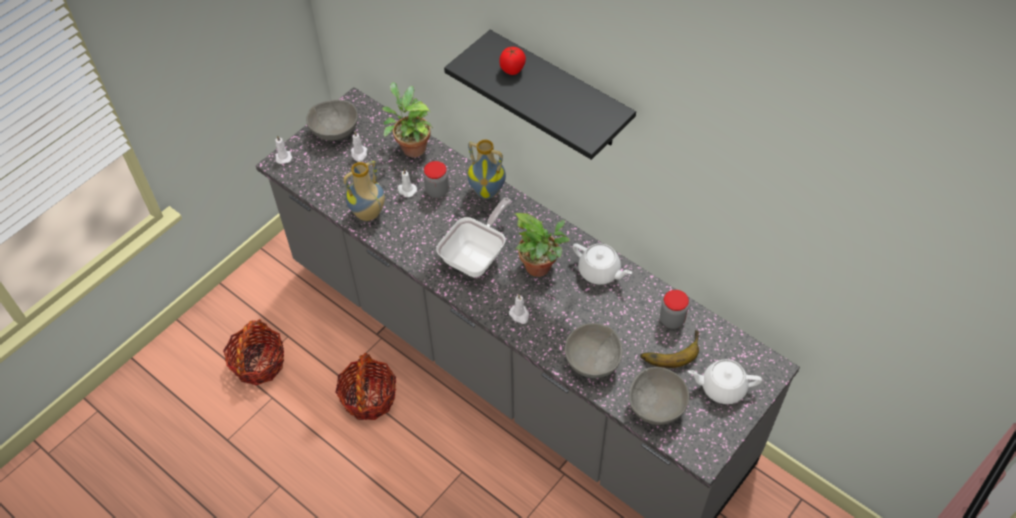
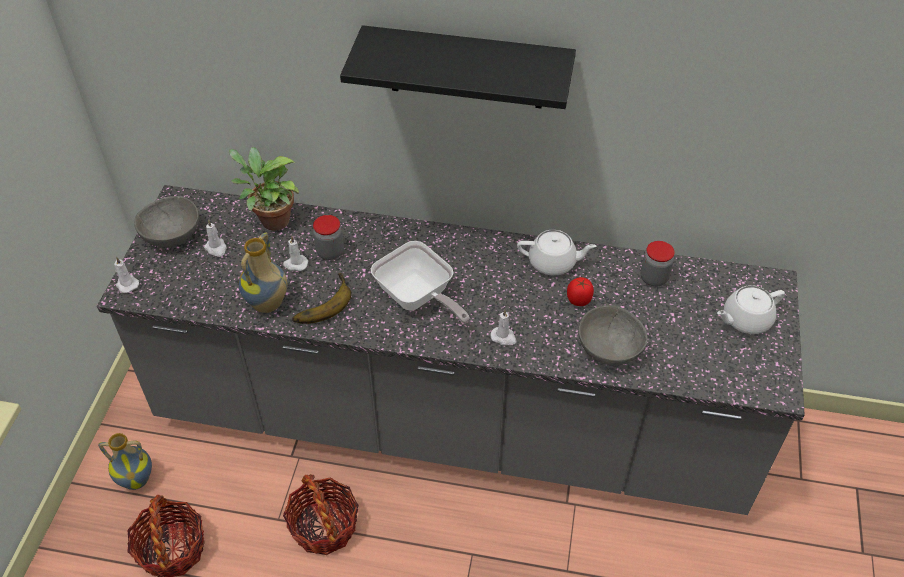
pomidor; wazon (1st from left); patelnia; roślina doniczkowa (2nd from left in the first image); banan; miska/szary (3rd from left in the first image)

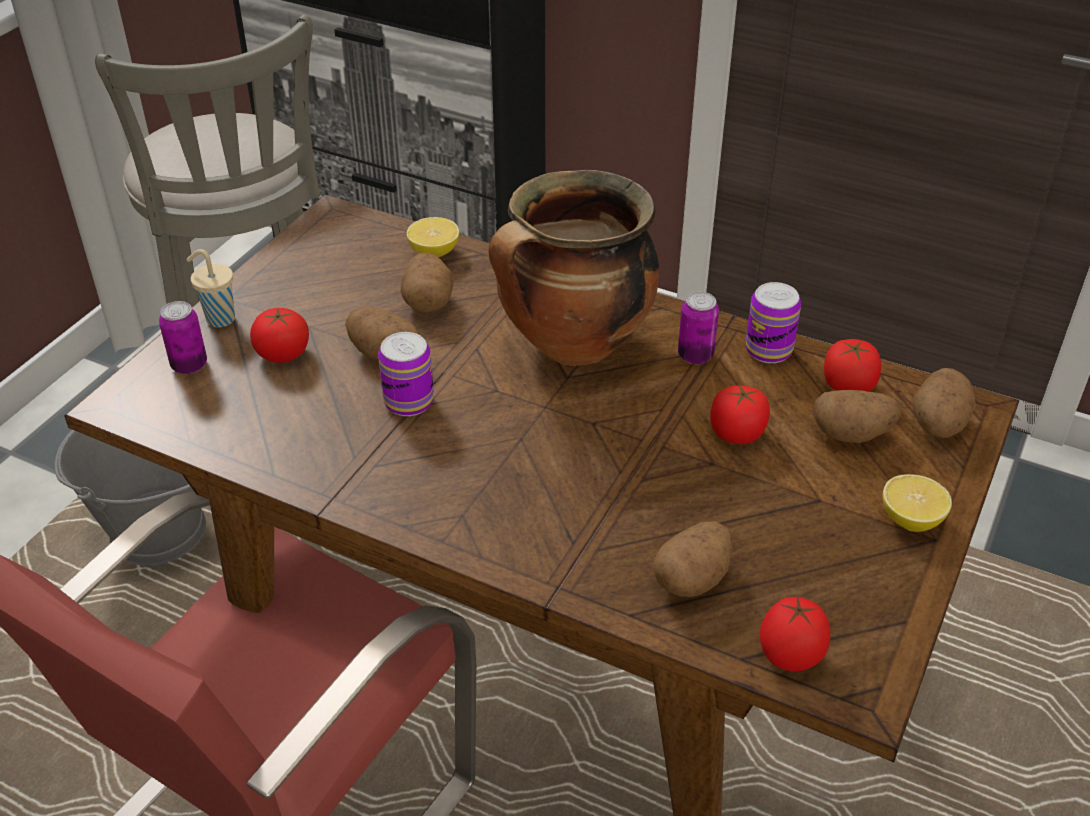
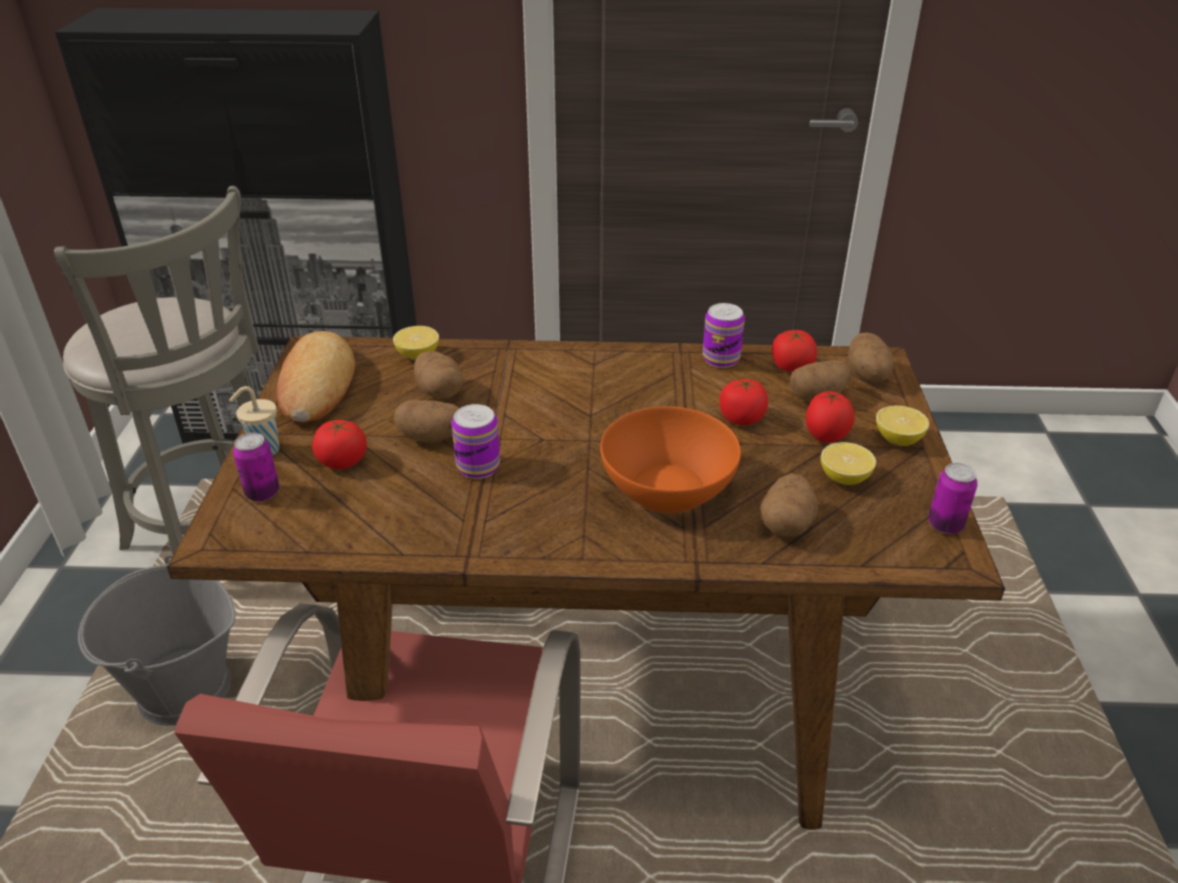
garnek; puszka (4th from left); pomidor (4th from left); chleb; miska/pomarańczowy; cytryna (2nd from left)

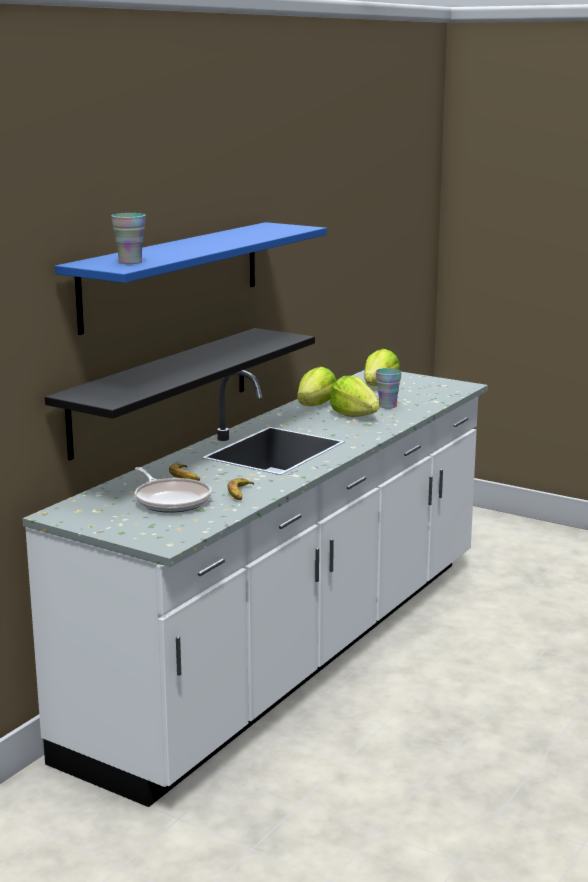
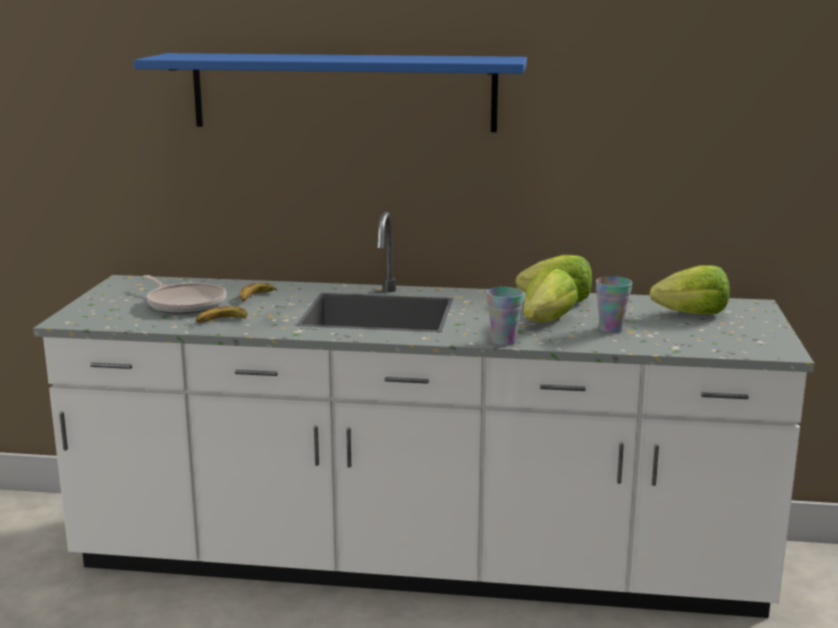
filiżanka (1st from left); półka/czarny; patelnia

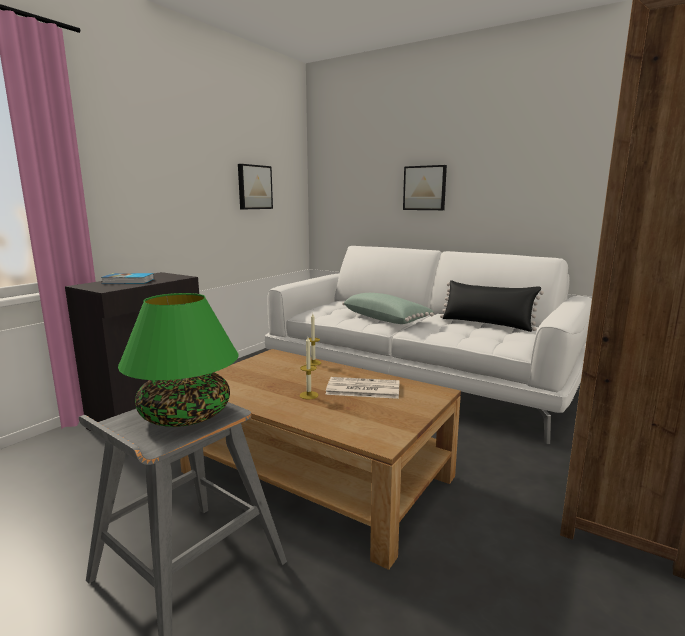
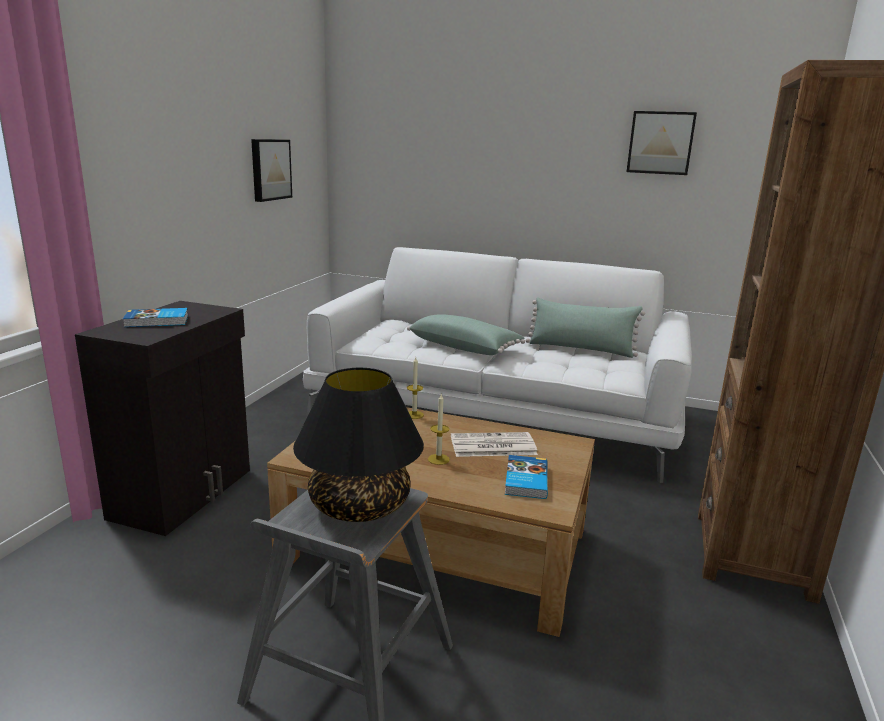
obraz (2nd from left); poduszka/zielony (2nd from left); lampa stołowa/czarny; książka (2nd from left)

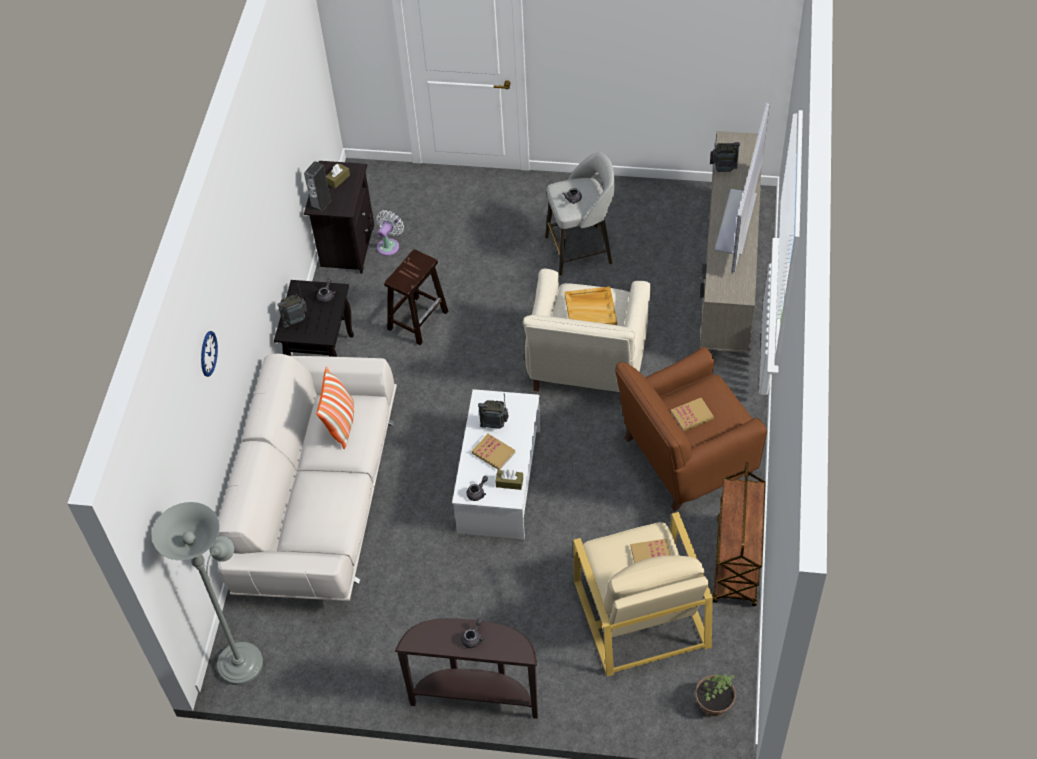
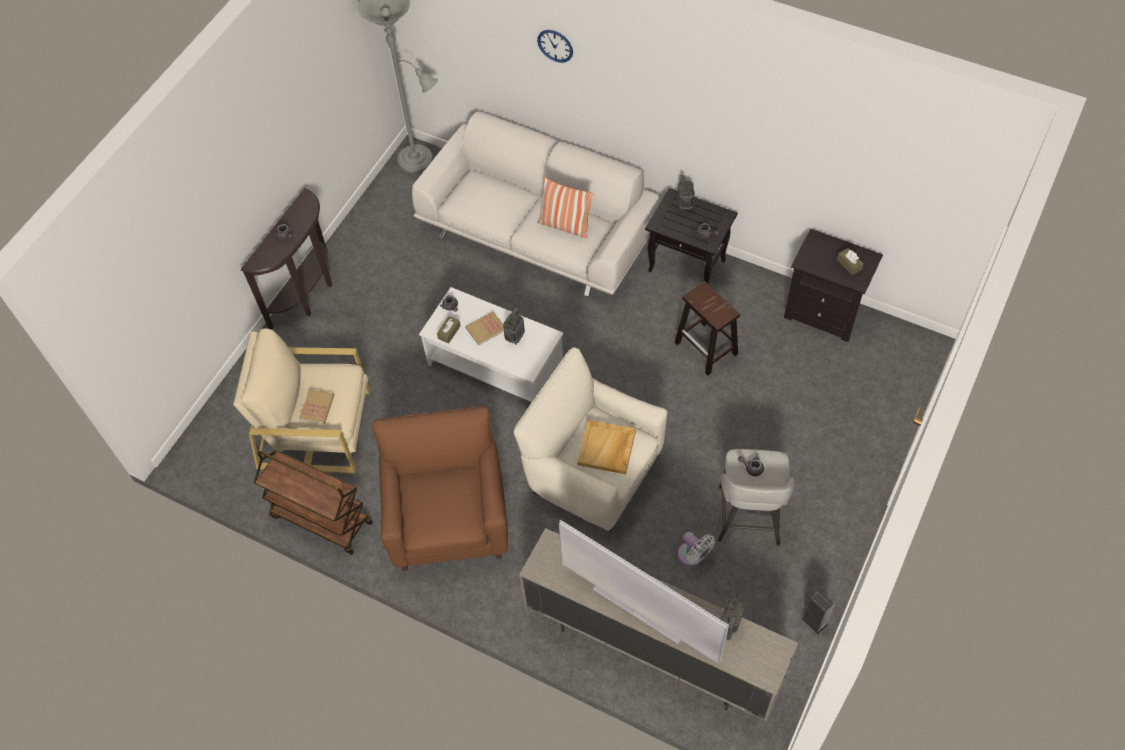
głośnik; wentylator/biały; książka (3rd from left in the first image); roślina doniczkowa

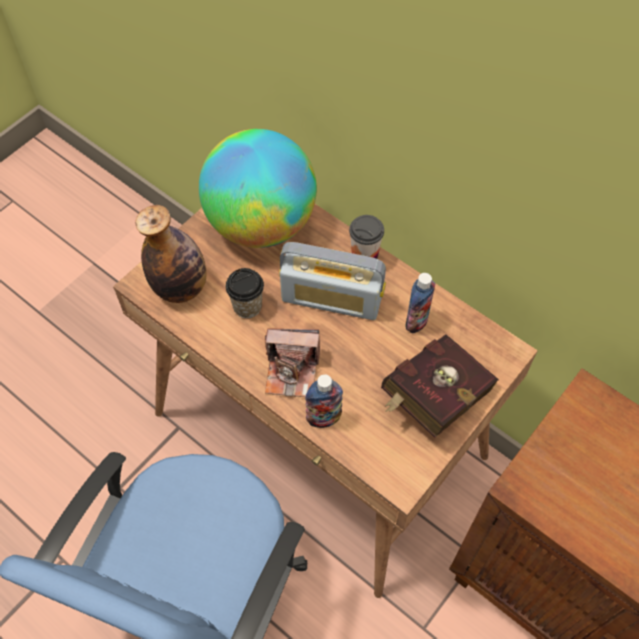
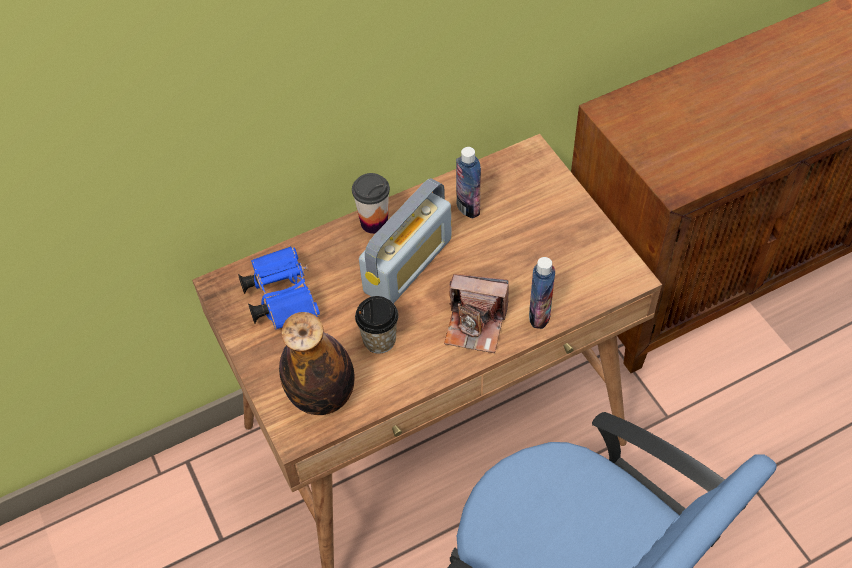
lornetka/niebieski; aparat fotograficzny; książka/czerwony

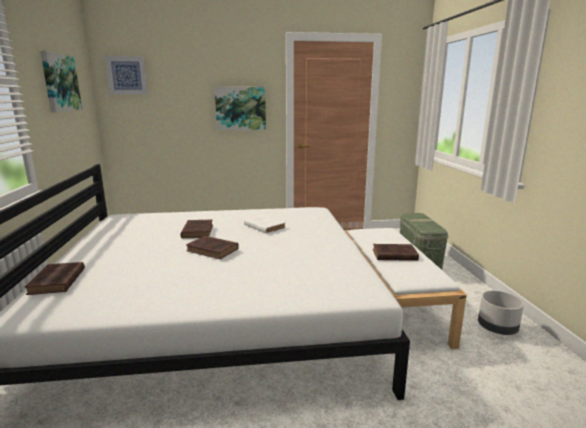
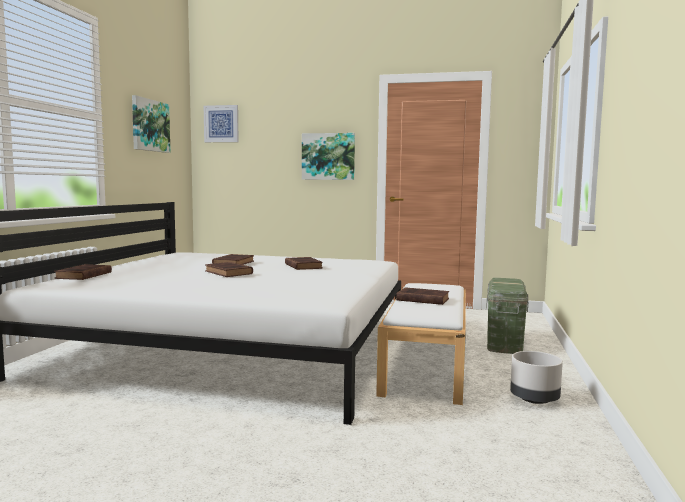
książka/brązowy (4th from left)

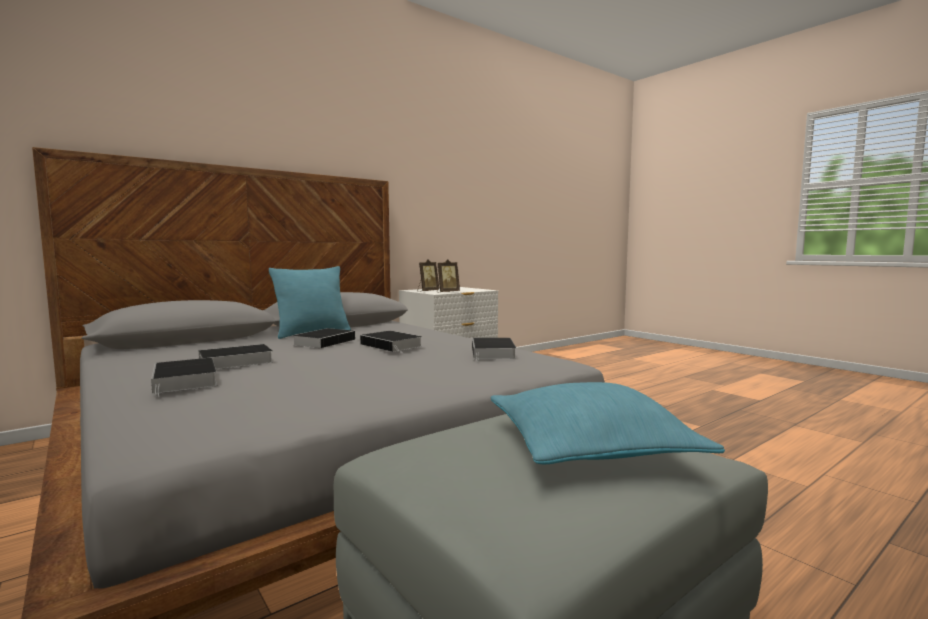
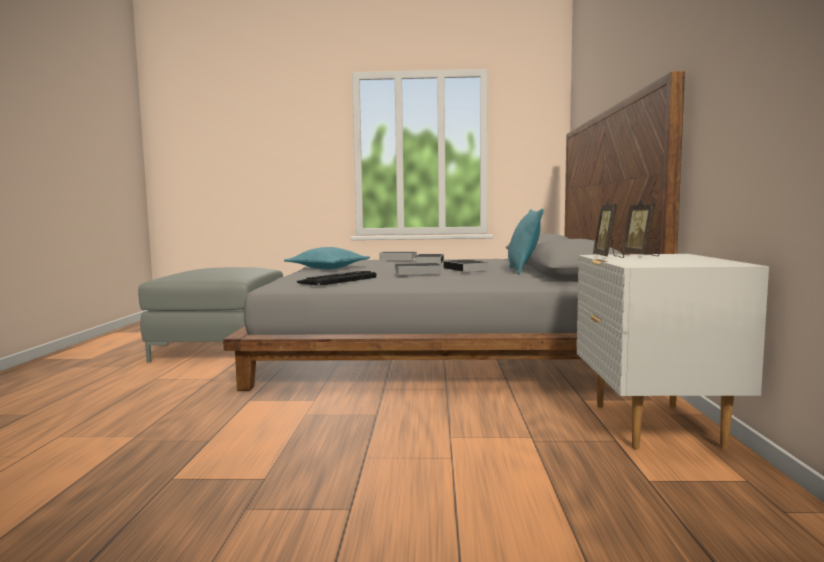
klawiatura; poduszka/turkusowy (1st from left)

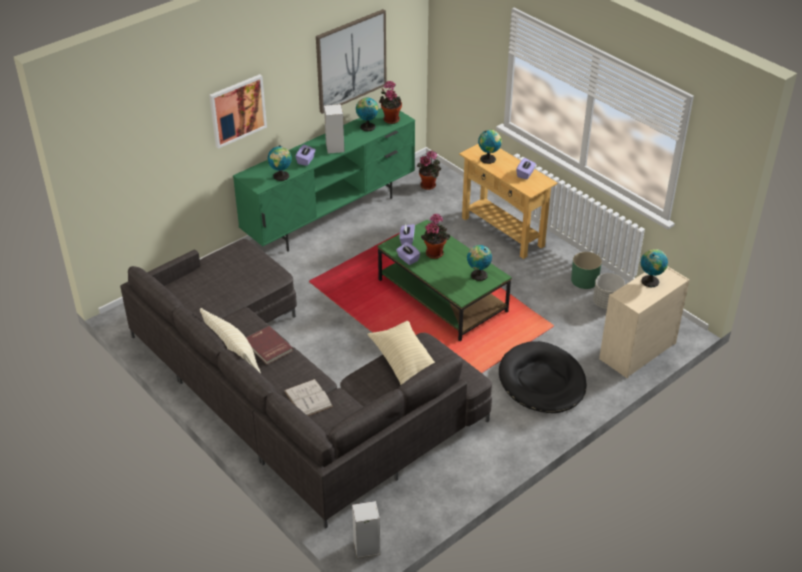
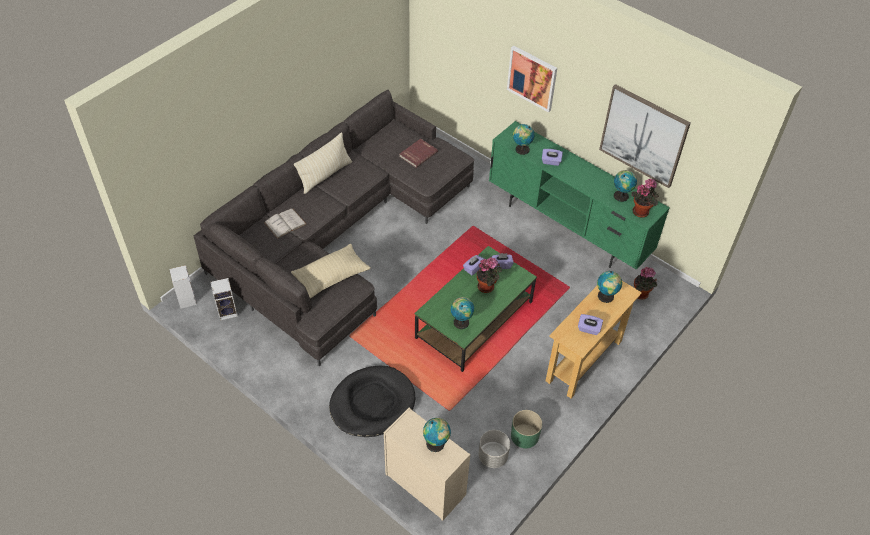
głośnik (2nd from left); książka/czerwony

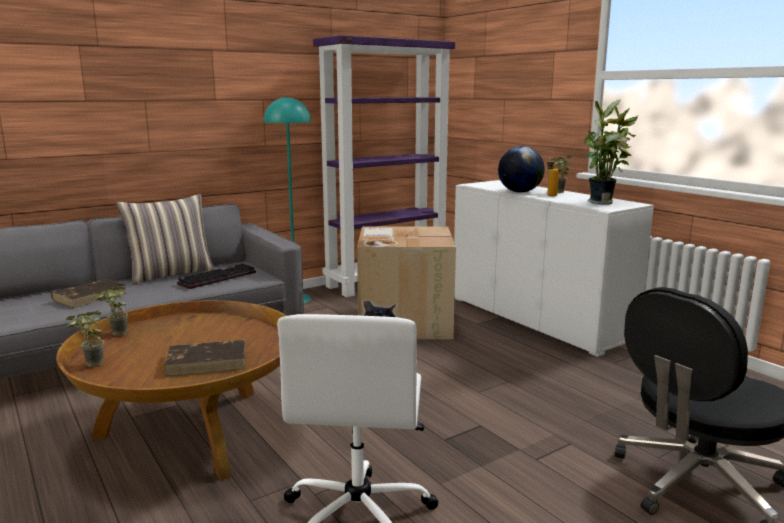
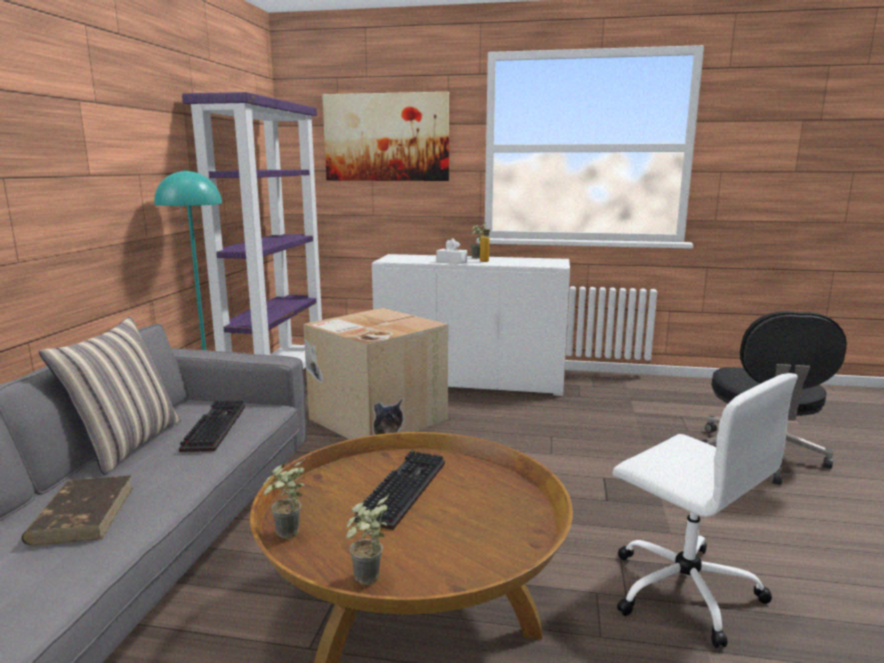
roślina doniczkowa (4th from left in the first image); pudełko chusteczek/biały; książka/brązowy (2nd from left in the first image); obraz; klawiatura (2nd from left)

